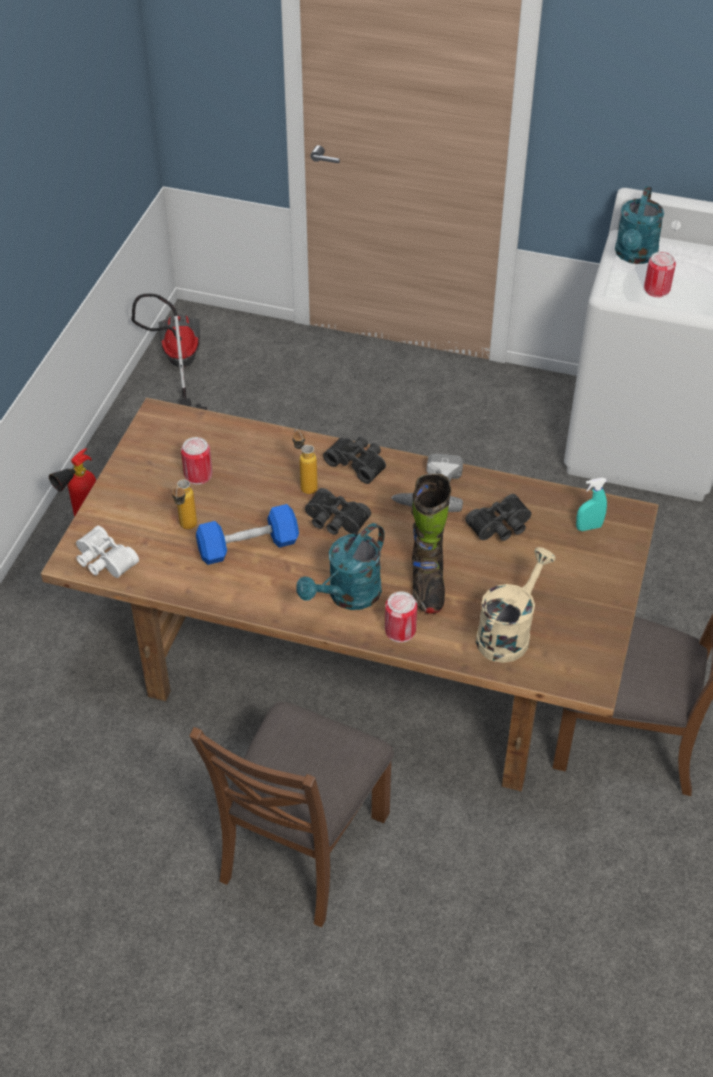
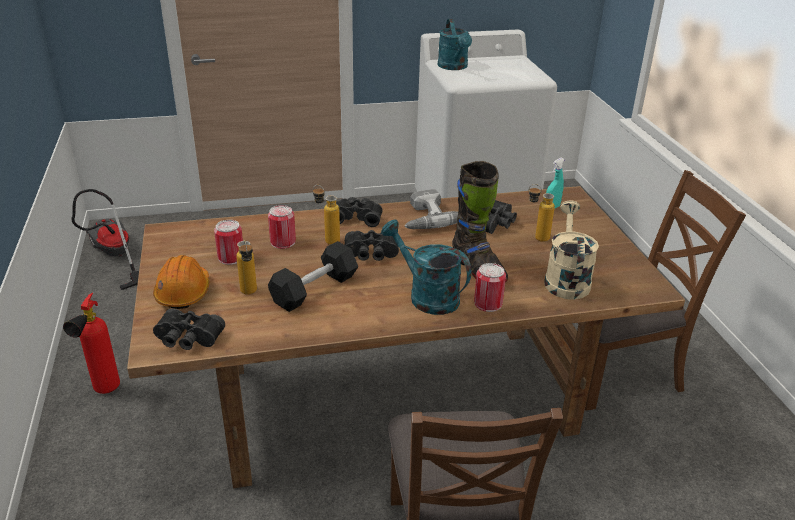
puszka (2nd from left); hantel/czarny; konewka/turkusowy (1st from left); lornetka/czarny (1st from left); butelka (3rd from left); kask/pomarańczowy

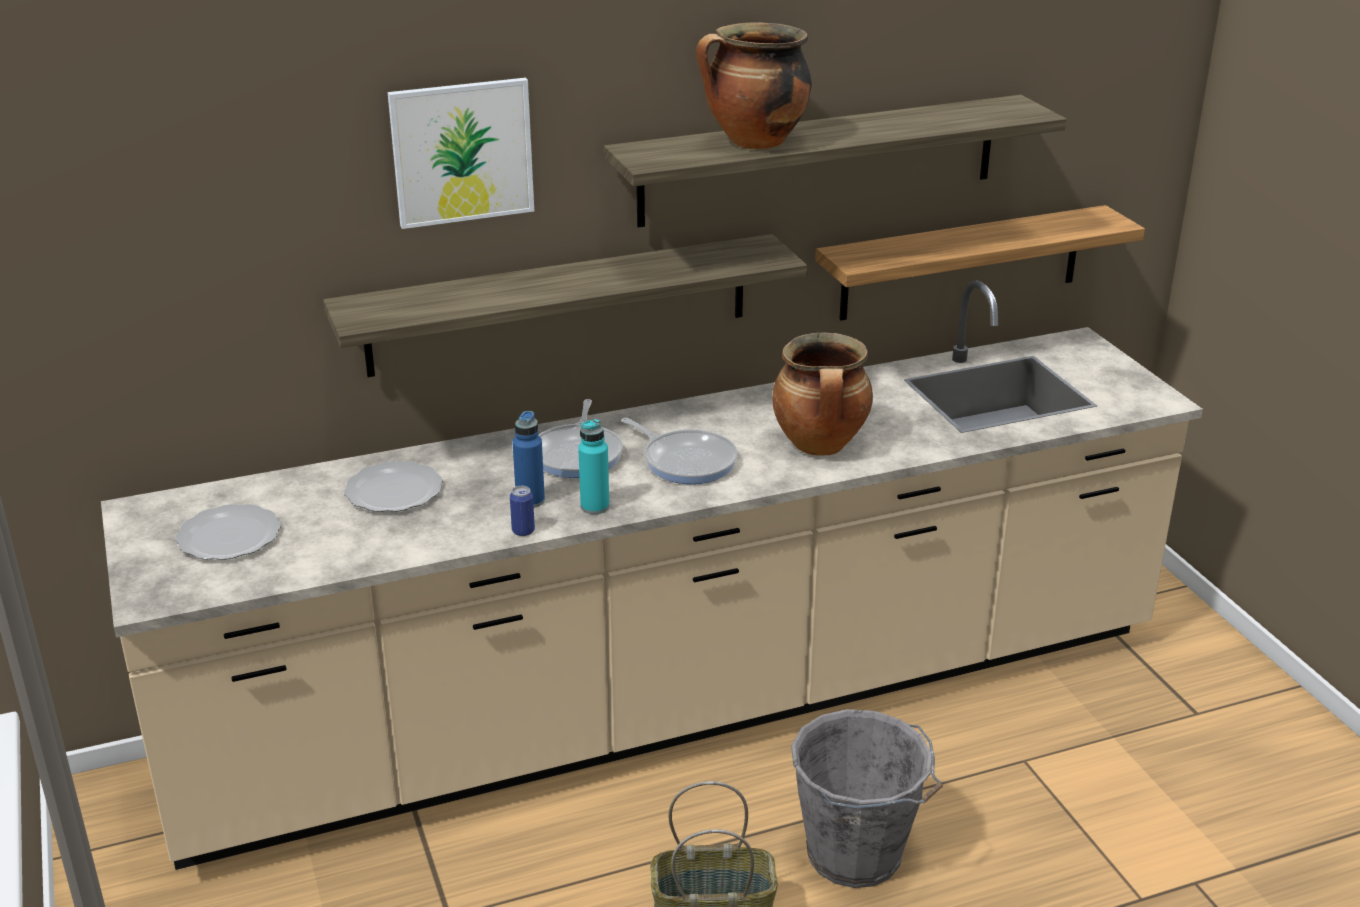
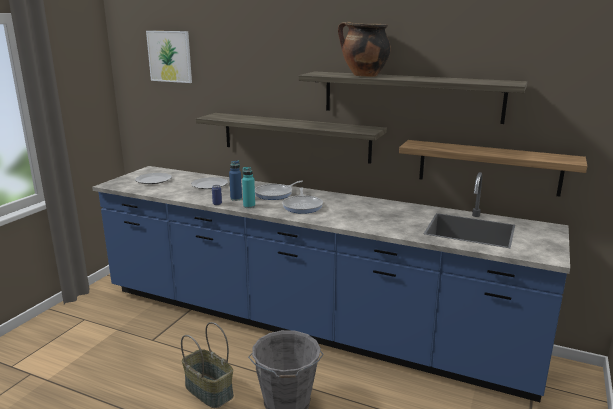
obraz; zabudowa kuchenna/niebieski; garnek (2nd from left in the first image)

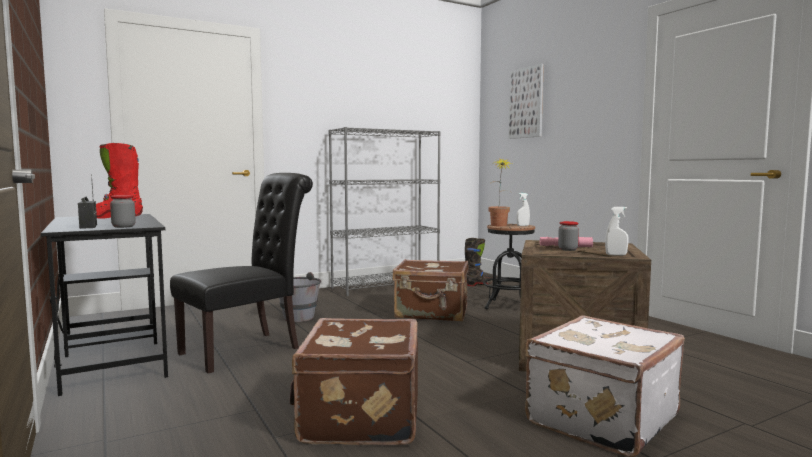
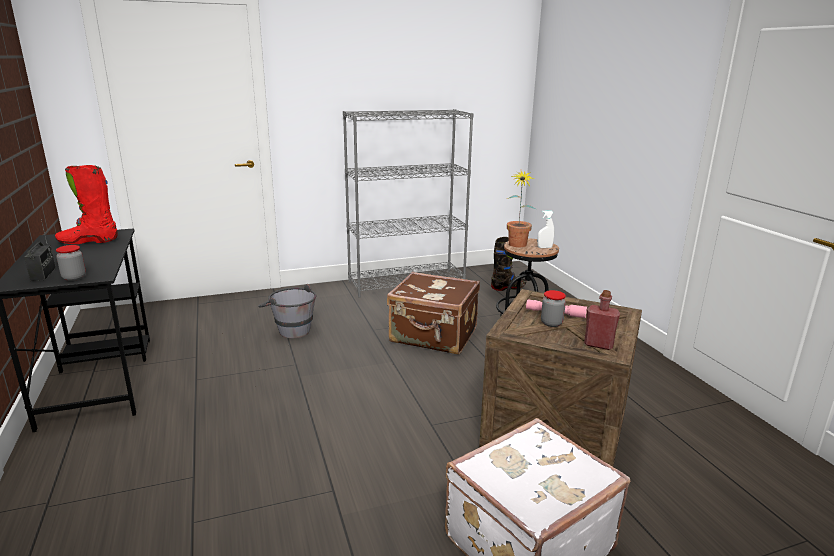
obraz; krzesło/czarny; butelka/czerwony; walizka/brązowy (1st from left in the first image)

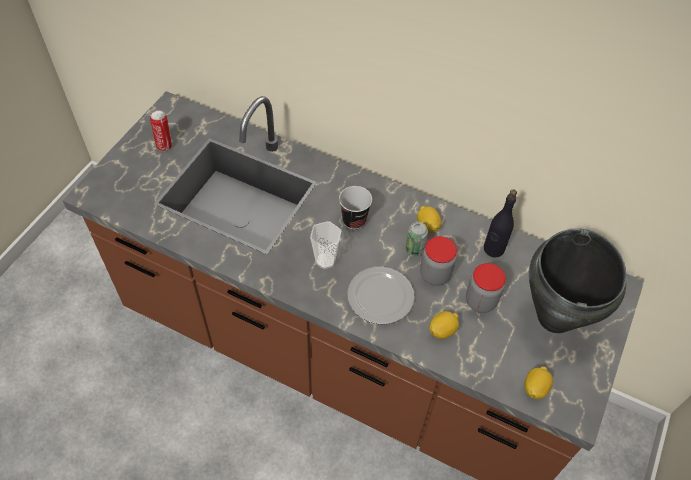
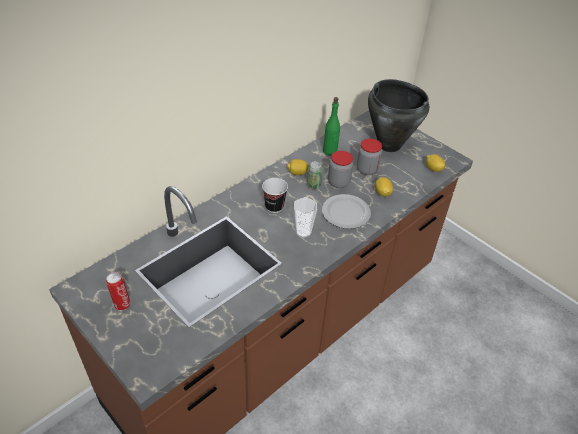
butelka/zielony

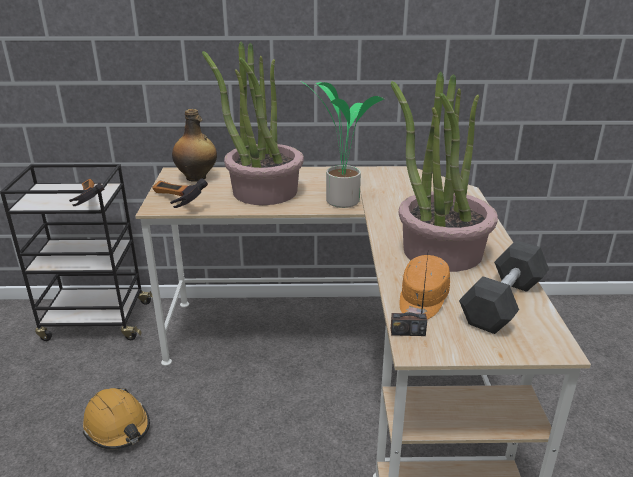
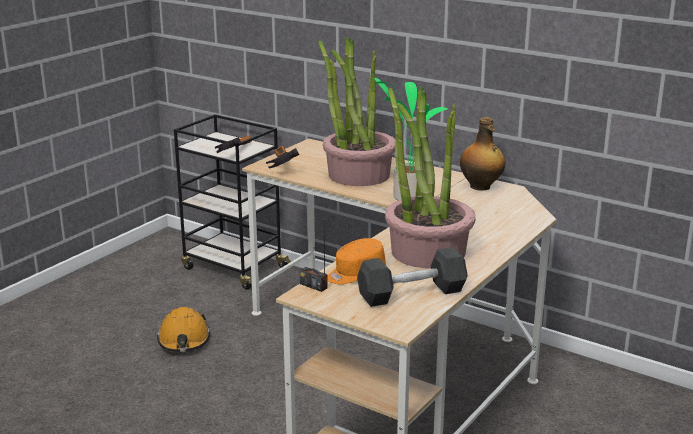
butelka

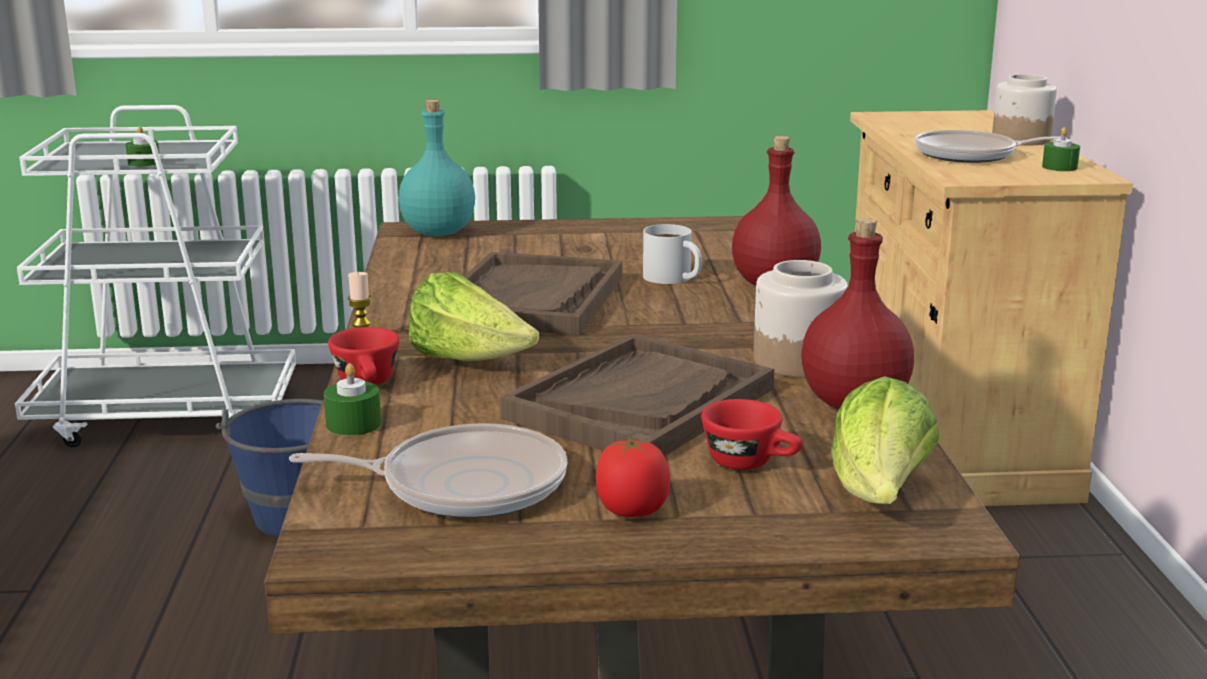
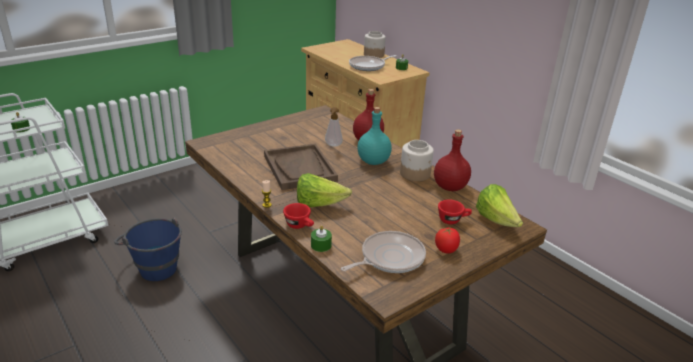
butelka/turkusowy; dozownik mydła; taca/brązowy (2nd from left in the first image)

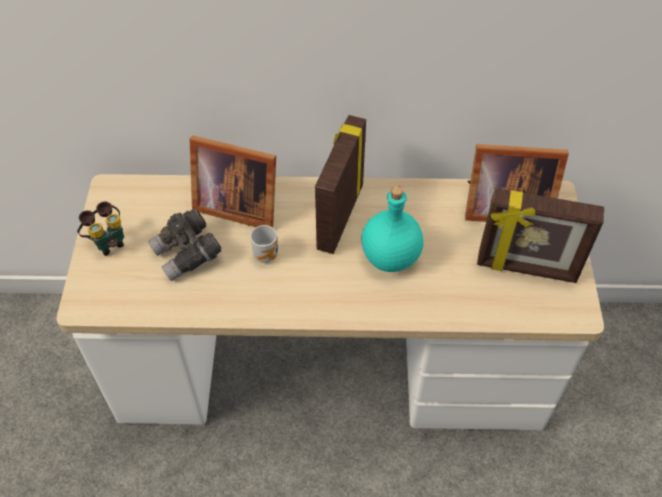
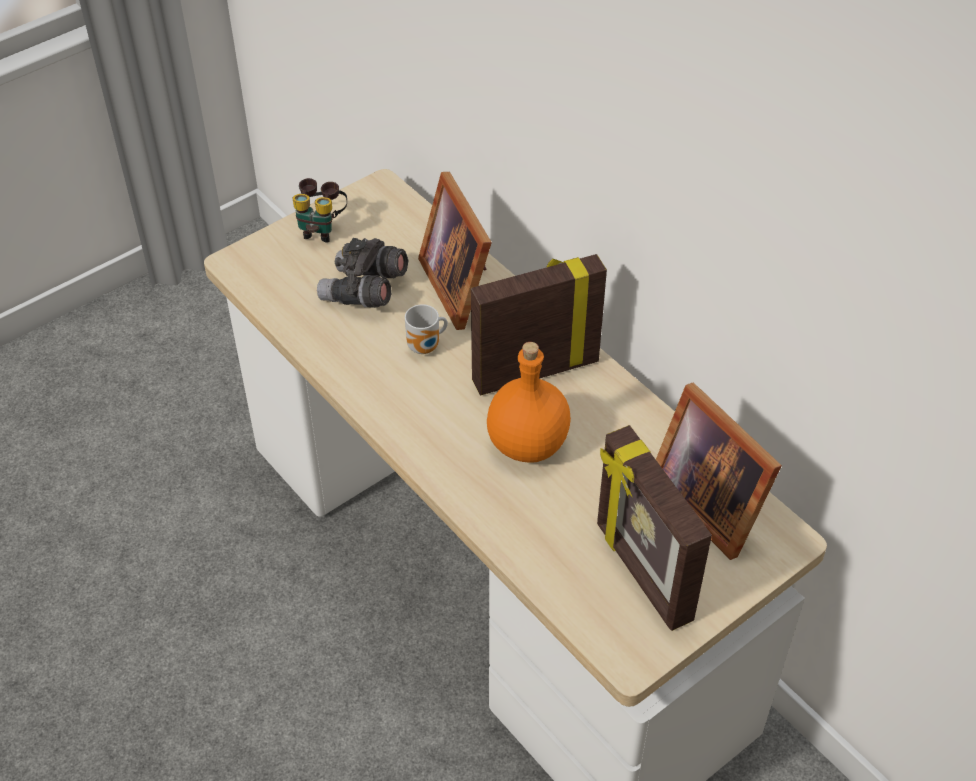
butelka/pomarańczowy

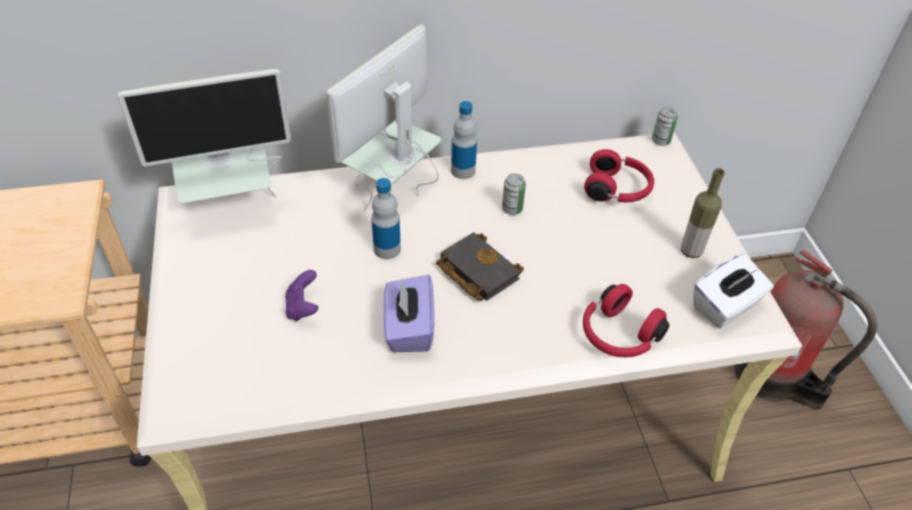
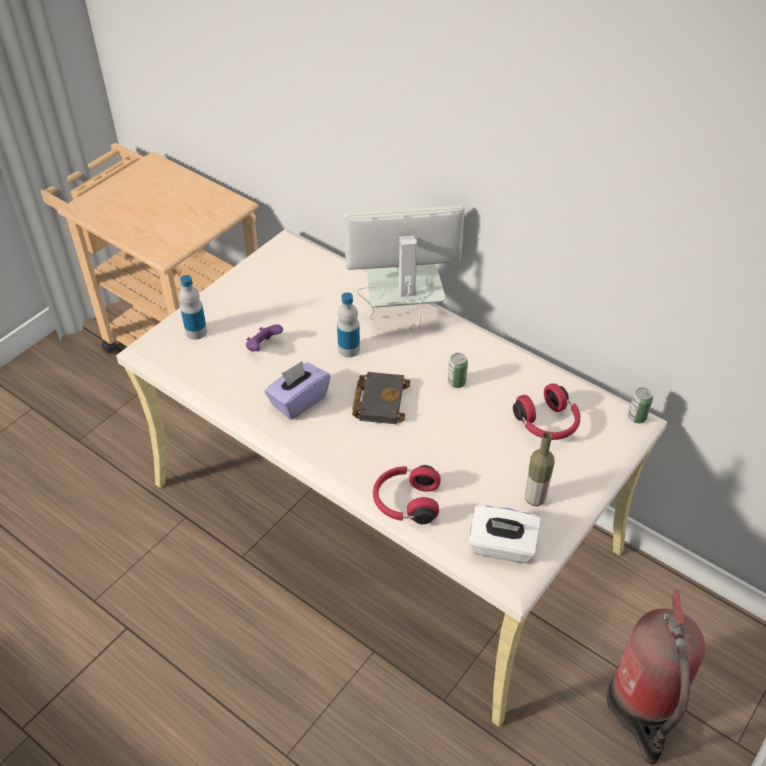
monitor (1st from left in the first image); butelka (1st from left)

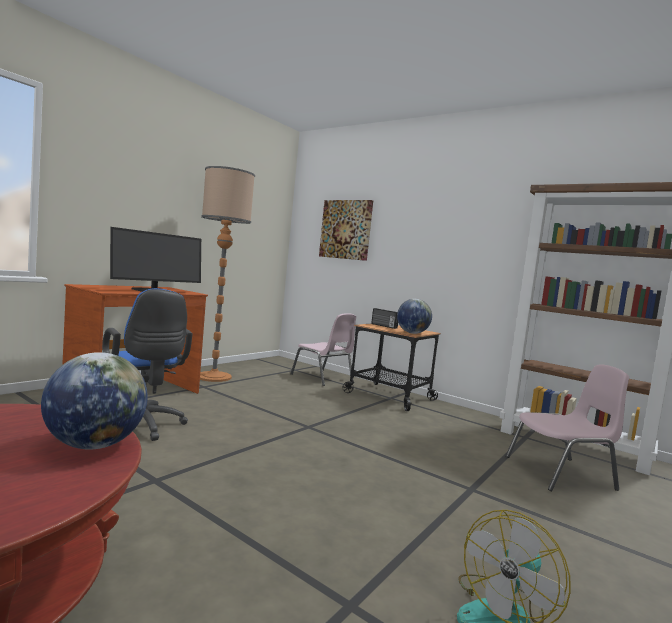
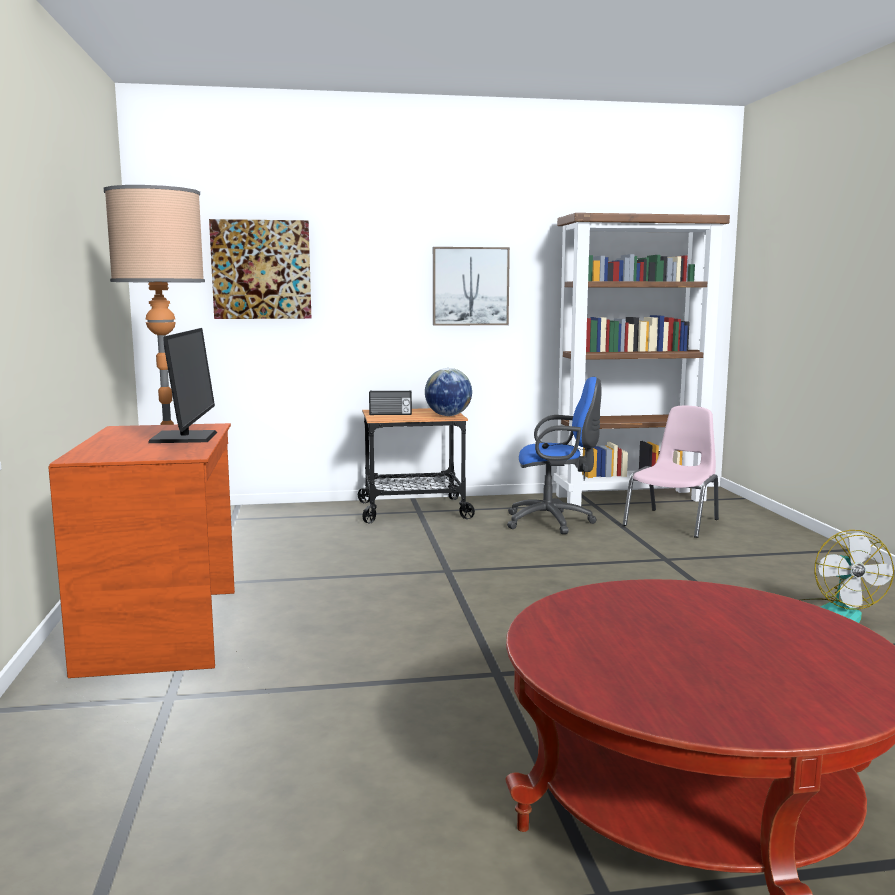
krzesło biurowe/niebieski; krzesło/różowy (1st from left in the first image); globus (1st from left in the first image); obraz (2nd from left)

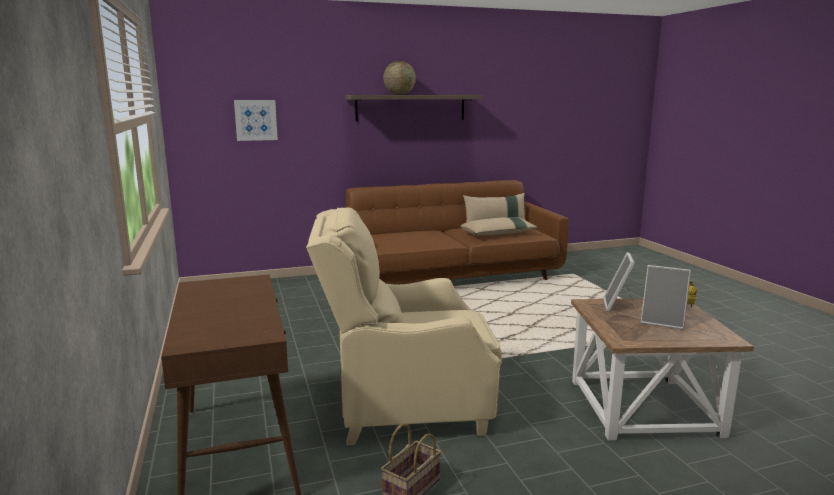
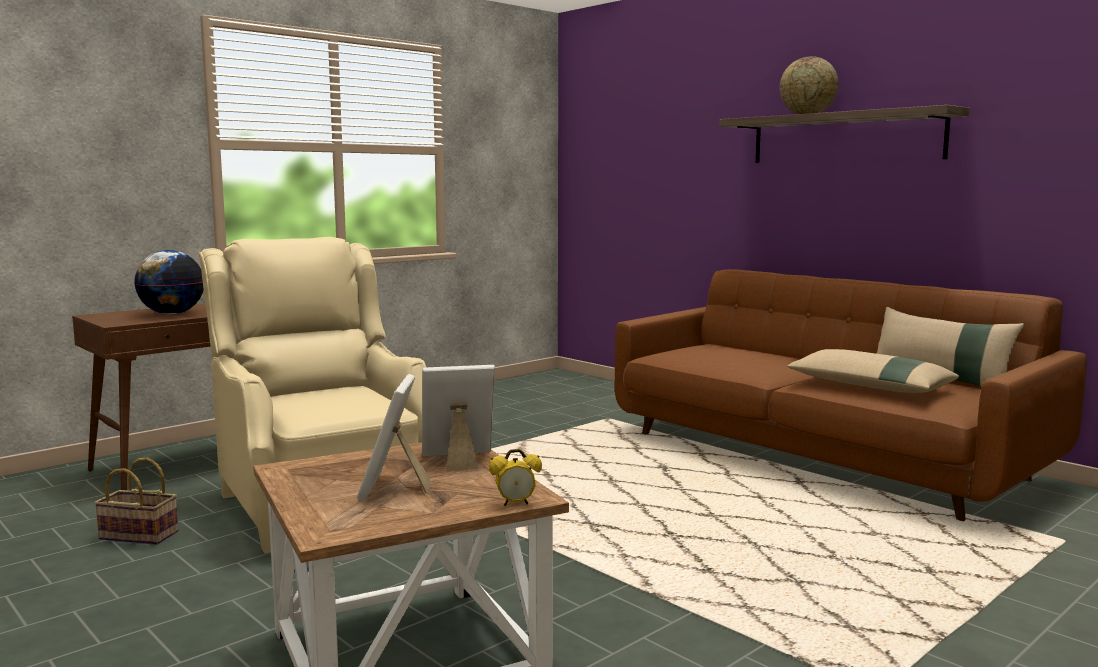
obraz; globus (1st from left)

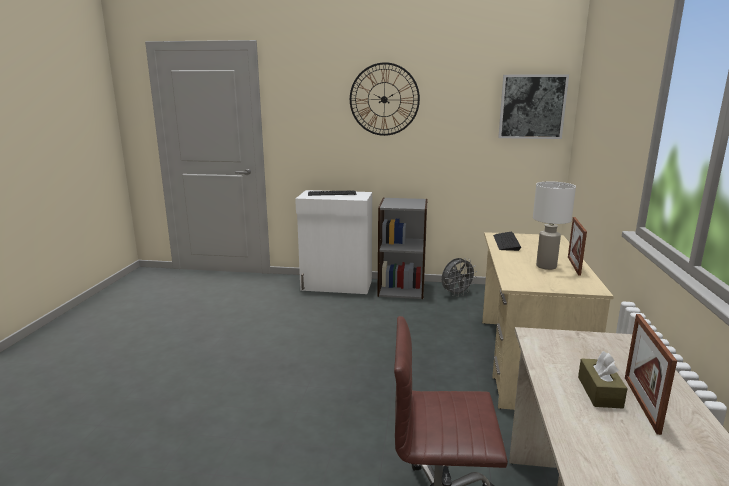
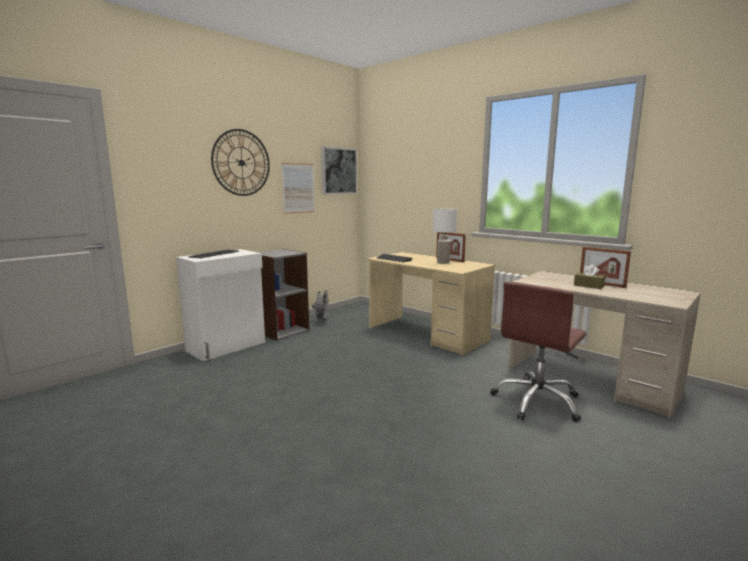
obraz (1st from left)

